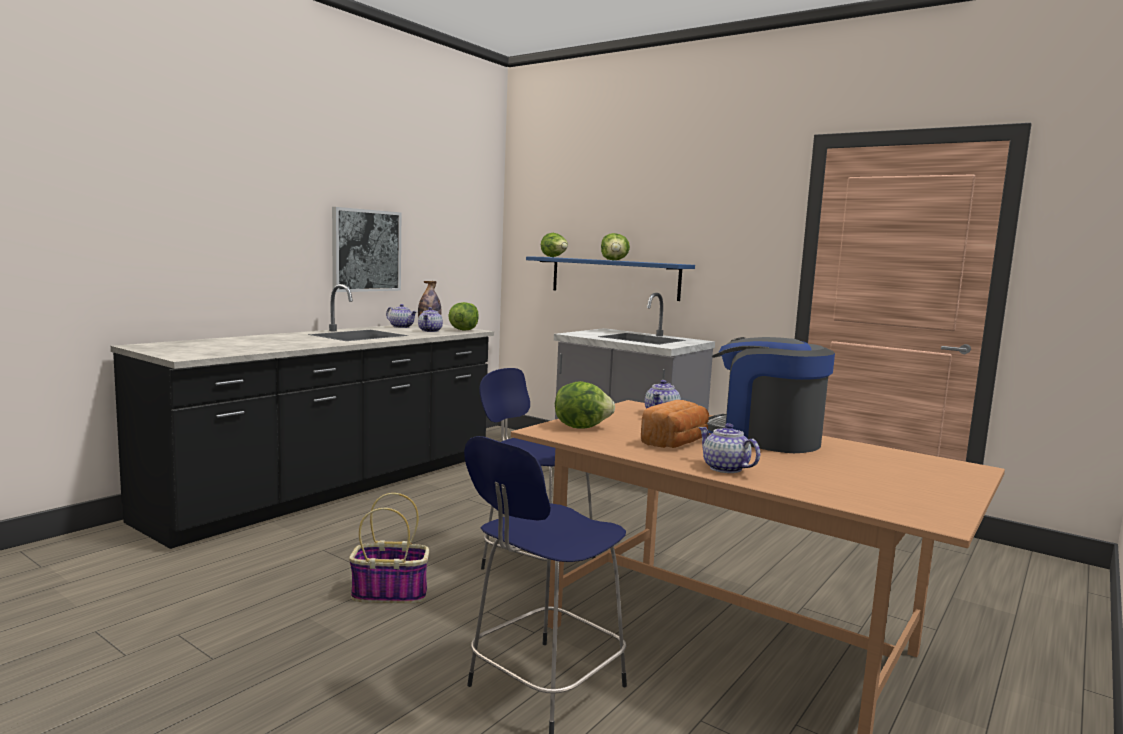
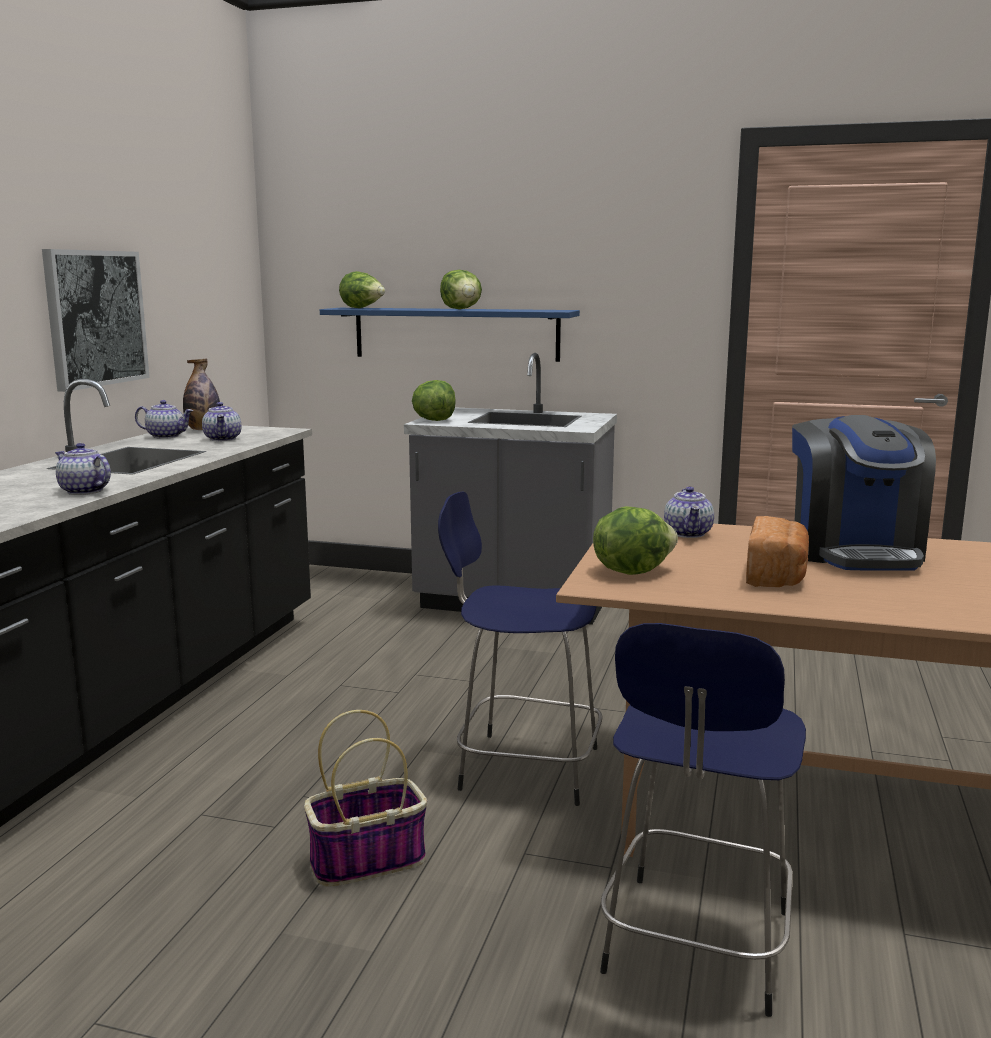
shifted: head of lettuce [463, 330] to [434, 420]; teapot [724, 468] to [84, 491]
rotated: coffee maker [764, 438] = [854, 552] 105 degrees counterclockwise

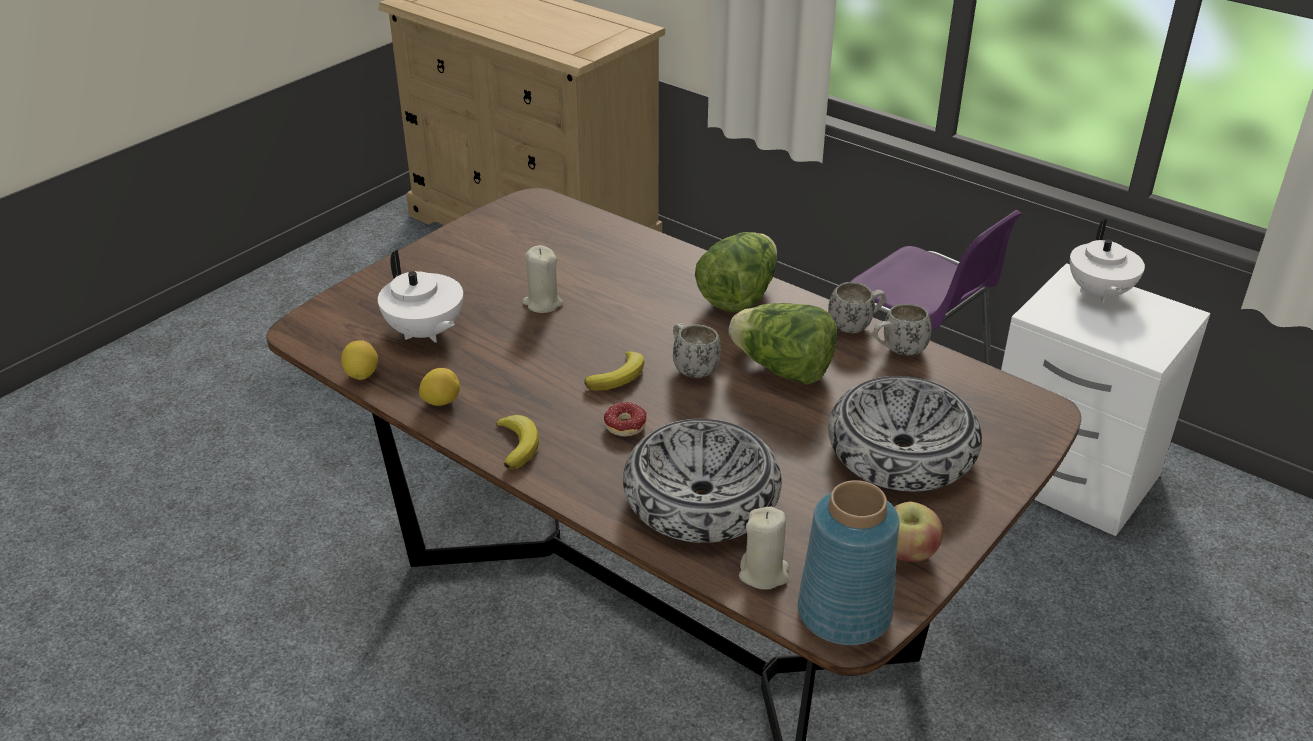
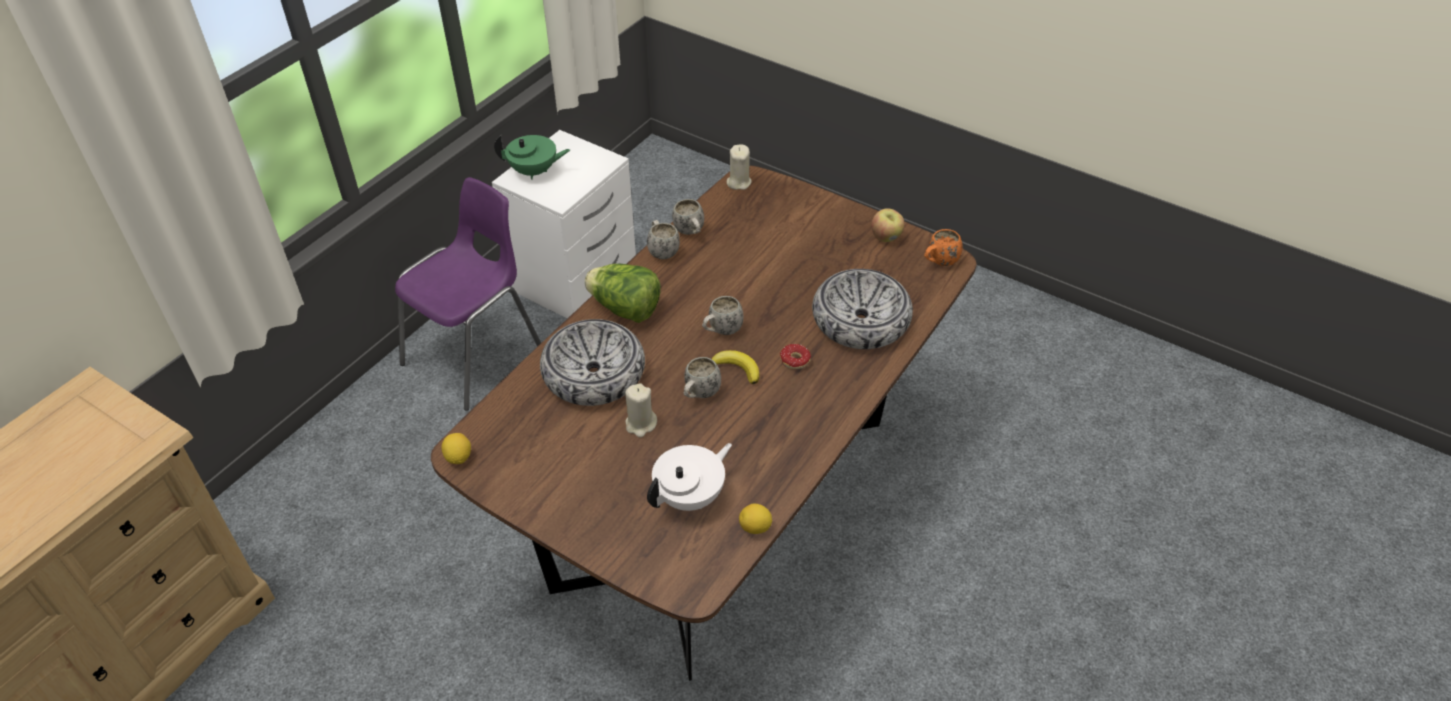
gone: banana fruit [518, 444]; head of lettuce [783, 370]
new: tea mug in whitish [699, 394]
shifted: whole lemon [441, 401] to [458, 457]; candle in beige [764, 573] to [738, 182]; bowl [901, 451] to [594, 373]
swapped: flower vase in blue-coloured [842, 612] to tea mug in orangey [939, 262]
repainted: teapot in whitish [1098, 293] to teapot in green-coloured [534, 171]

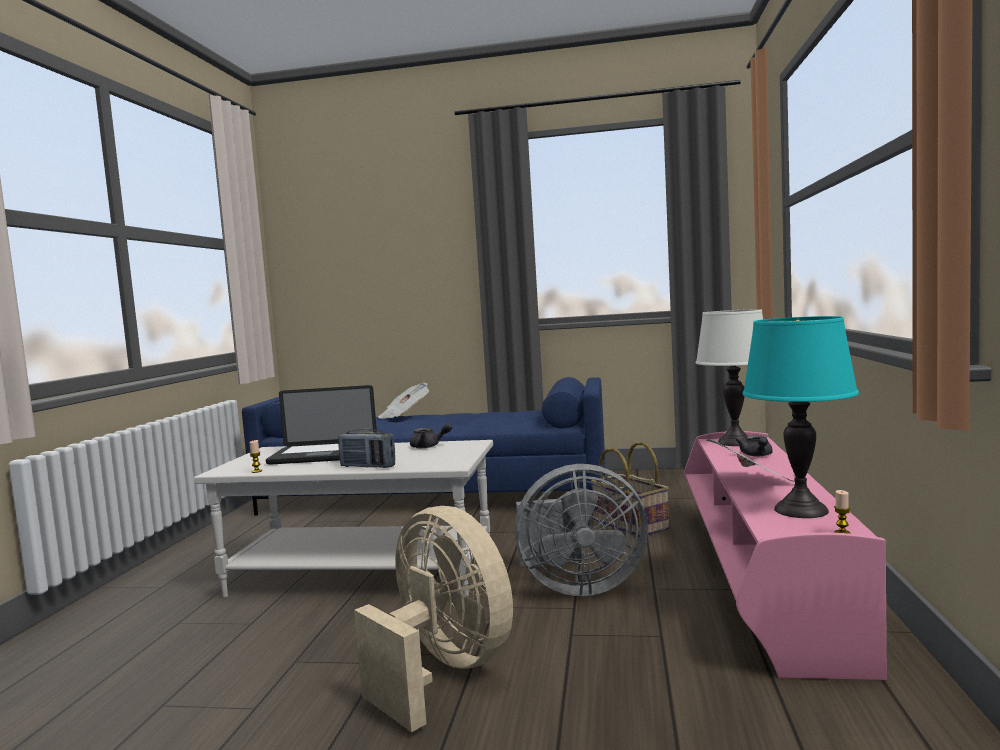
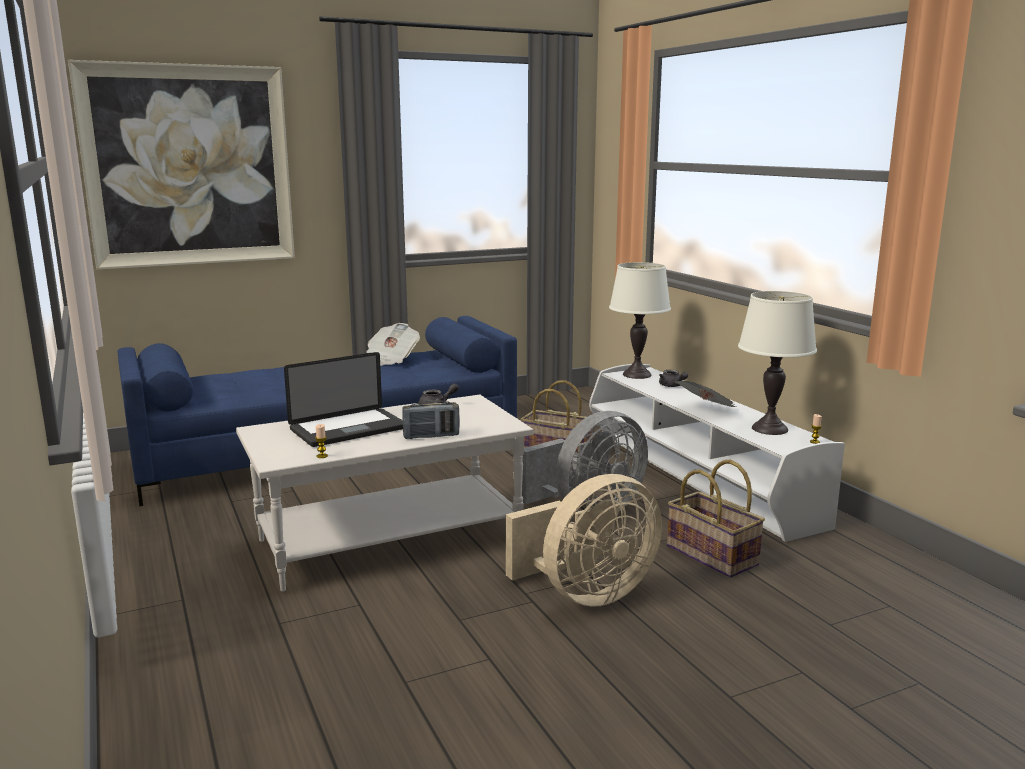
new: wall picture [189, 166]; storage basket [713, 555]
shifted: daily paper [404, 415] to [391, 360]
repainted: tv stand in pink-coloured [758, 576] to tv stand in whitish [696, 479]; table lamp in turquoise [801, 510] to table lamp in whitish [770, 429]
rotated: cooling fan in beige [442, 672] = [587, 594] 135 degrees clockwise

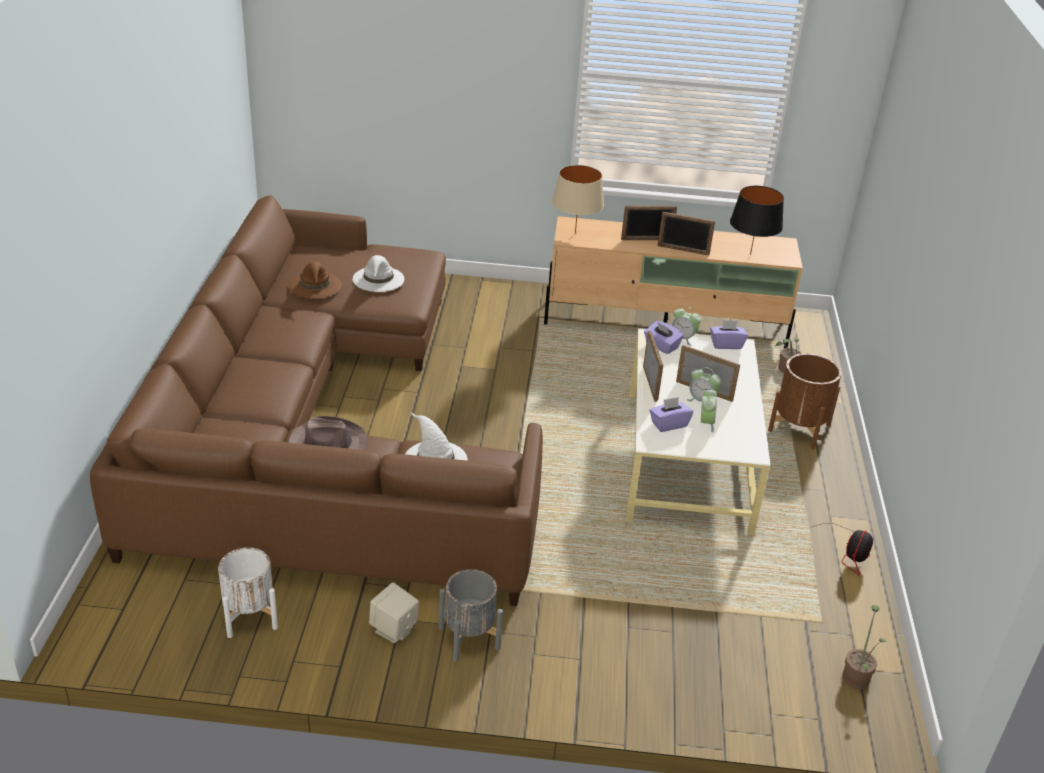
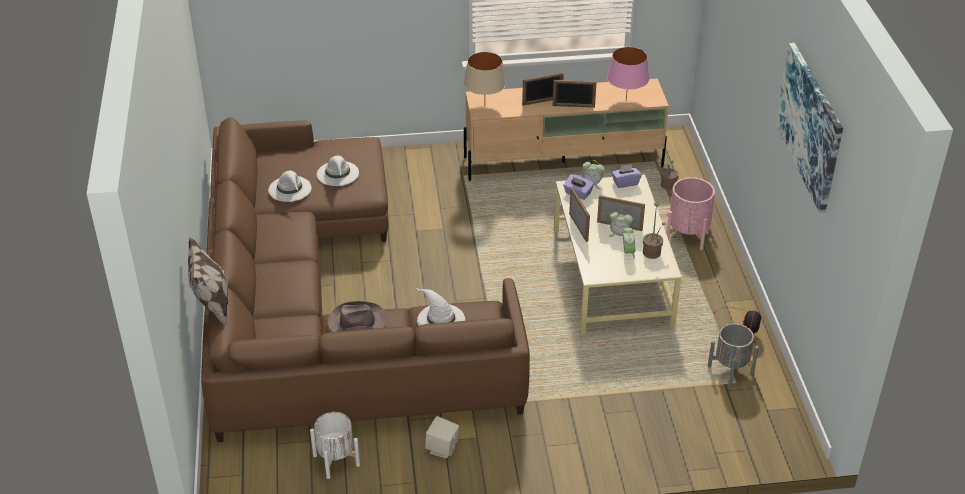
gone: tissue holder in purplish [669, 424]
new: pillow [212, 307]; wall picture [810, 125]
shifted: planter in gray [469, 637] to [730, 370]; potted plant [857, 676] to [652, 251]
repainted: hat in brown-coloured [315, 285] to hat in whitish [290, 189]; table lamp in black [750, 254] to table lamp in pink-coloured [626, 100]; planter in brown-coloured [799, 428] to planter in pink-coloured [688, 234]

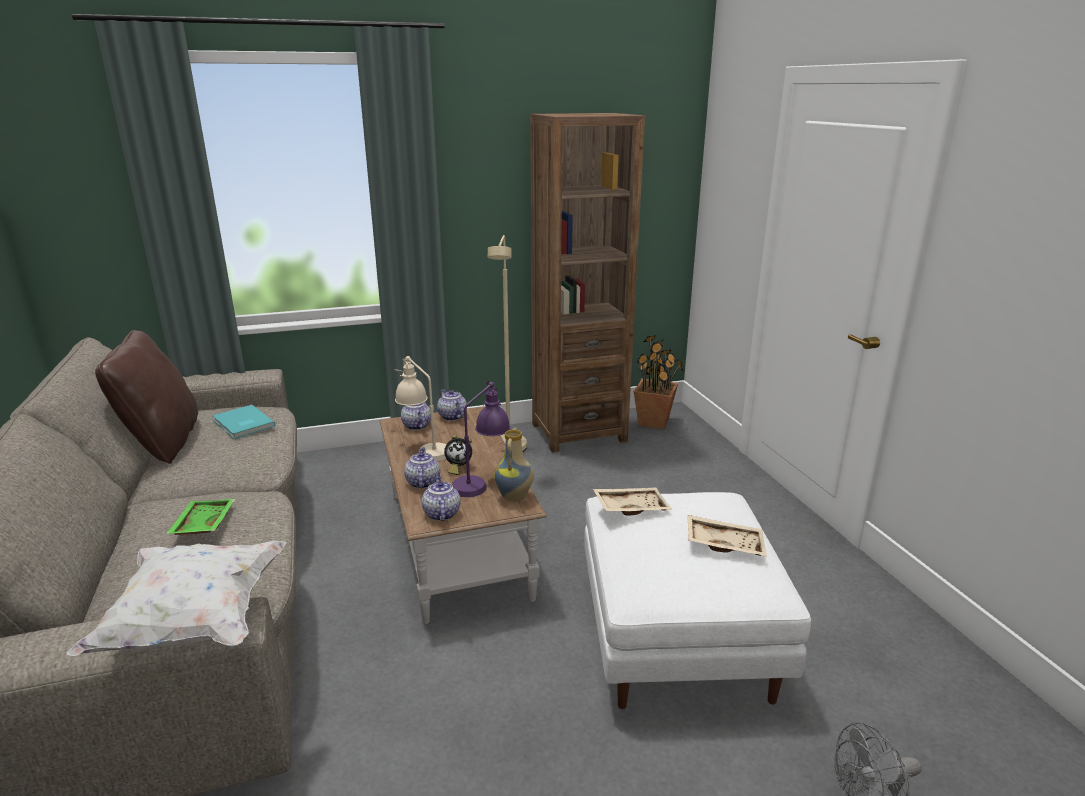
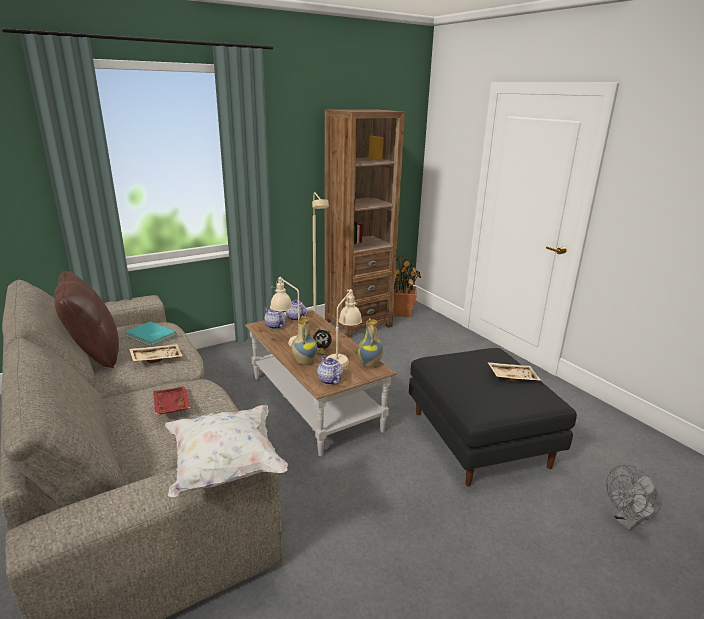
shifted: carrying tray in beige [630, 507] to [156, 358]
swapped: teapot [422, 482] to flower vase [303, 362]
repainted: carrying tray in green-coloured [202, 525] to carrying tray in red [170, 406]; table lamp in purplish [481, 482] to table lamp in beige [343, 357]; ottoman in whitish [678, 637] to ottoman in black [480, 440]

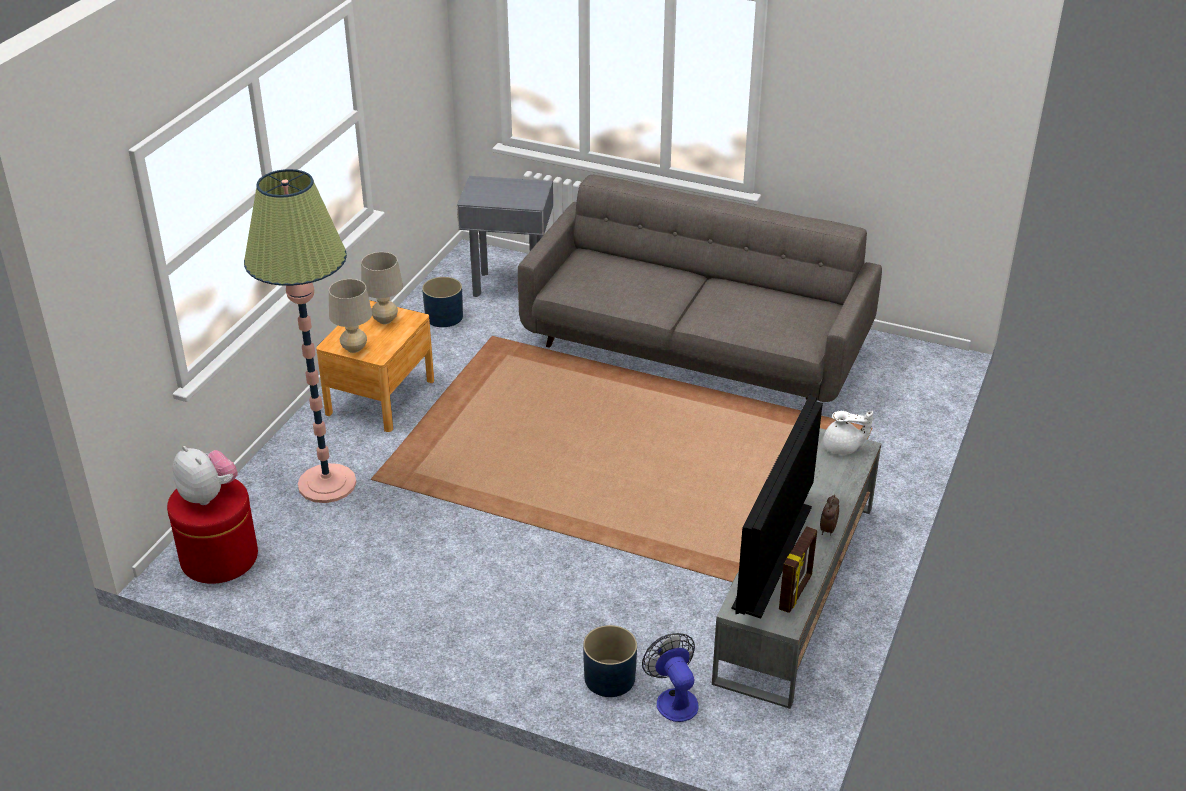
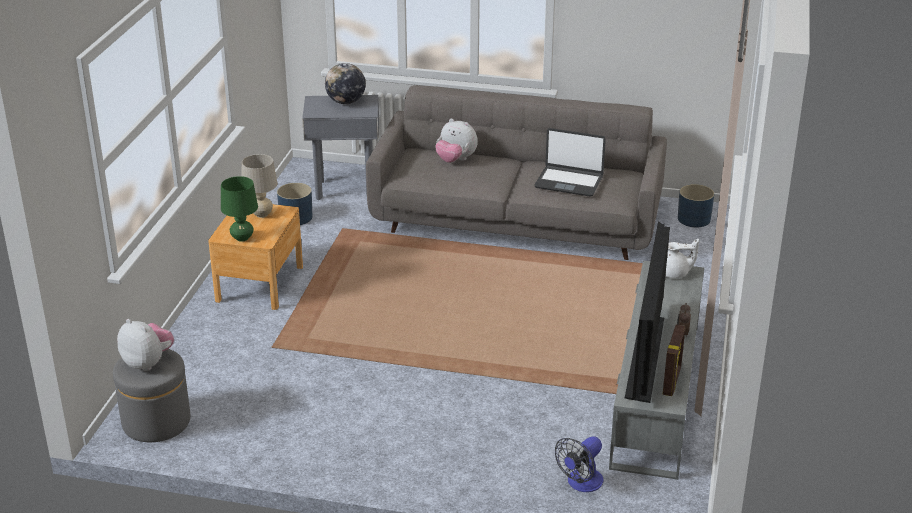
gone: floor lamp [327, 484]
new: globe [346, 102]; cuddly toy [455, 160]; notebook computer [569, 182]
shifted: planter in blue-coloured [610, 678] to [694, 219]
repainted: ottoman in red [219, 558] to ottoman in gray [156, 422]; table lamp in beige [354, 348] to table lamp in green-coloured [242, 238]
rotated: cooling fan [673, 699] = [581, 484] 105 degrees counterclockwise

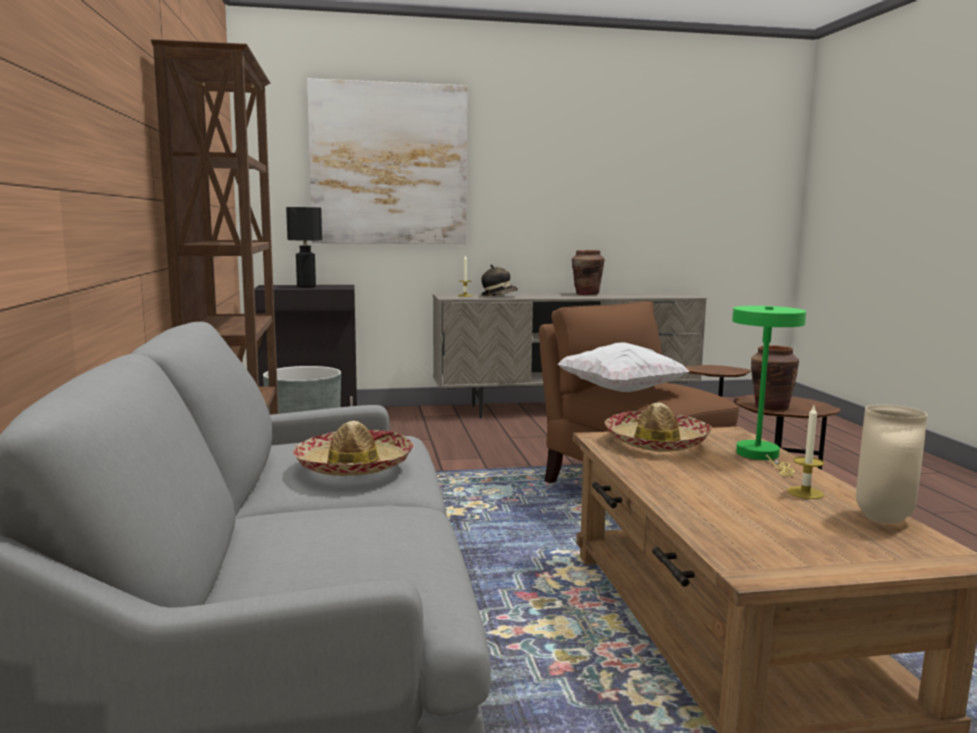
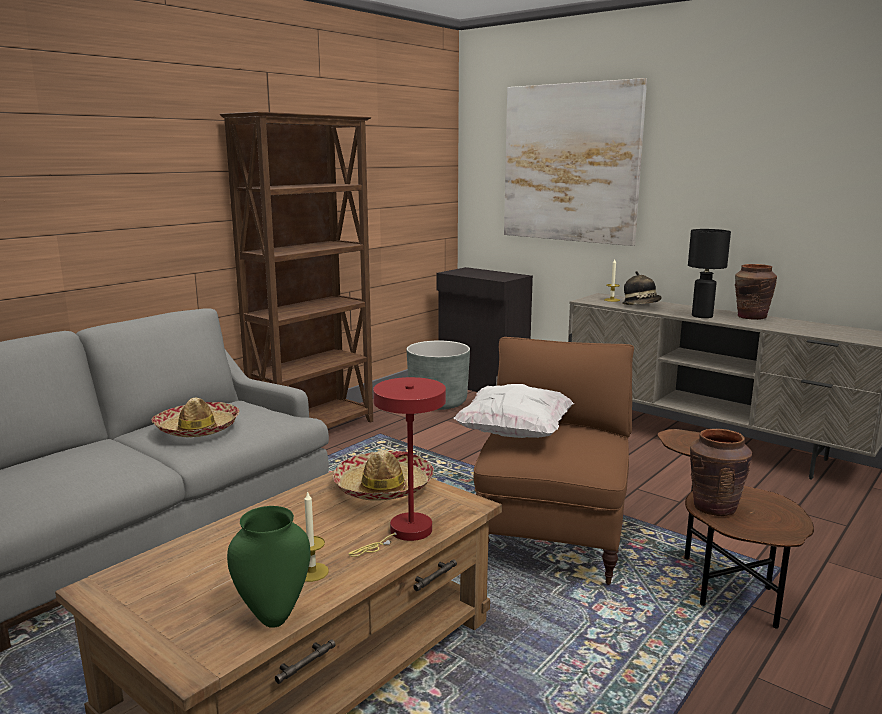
shifted: table lamp in black [305, 286] to [701, 316]
repainted: table lamp in green-coloured [761, 456] to table lamp in red [405, 533]; flower vase in beige [881, 518] to flower vase in green-coloured [274, 617]

